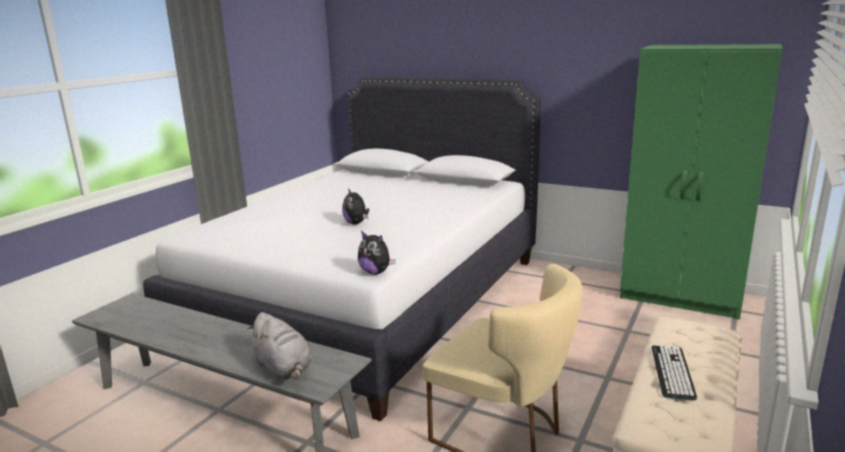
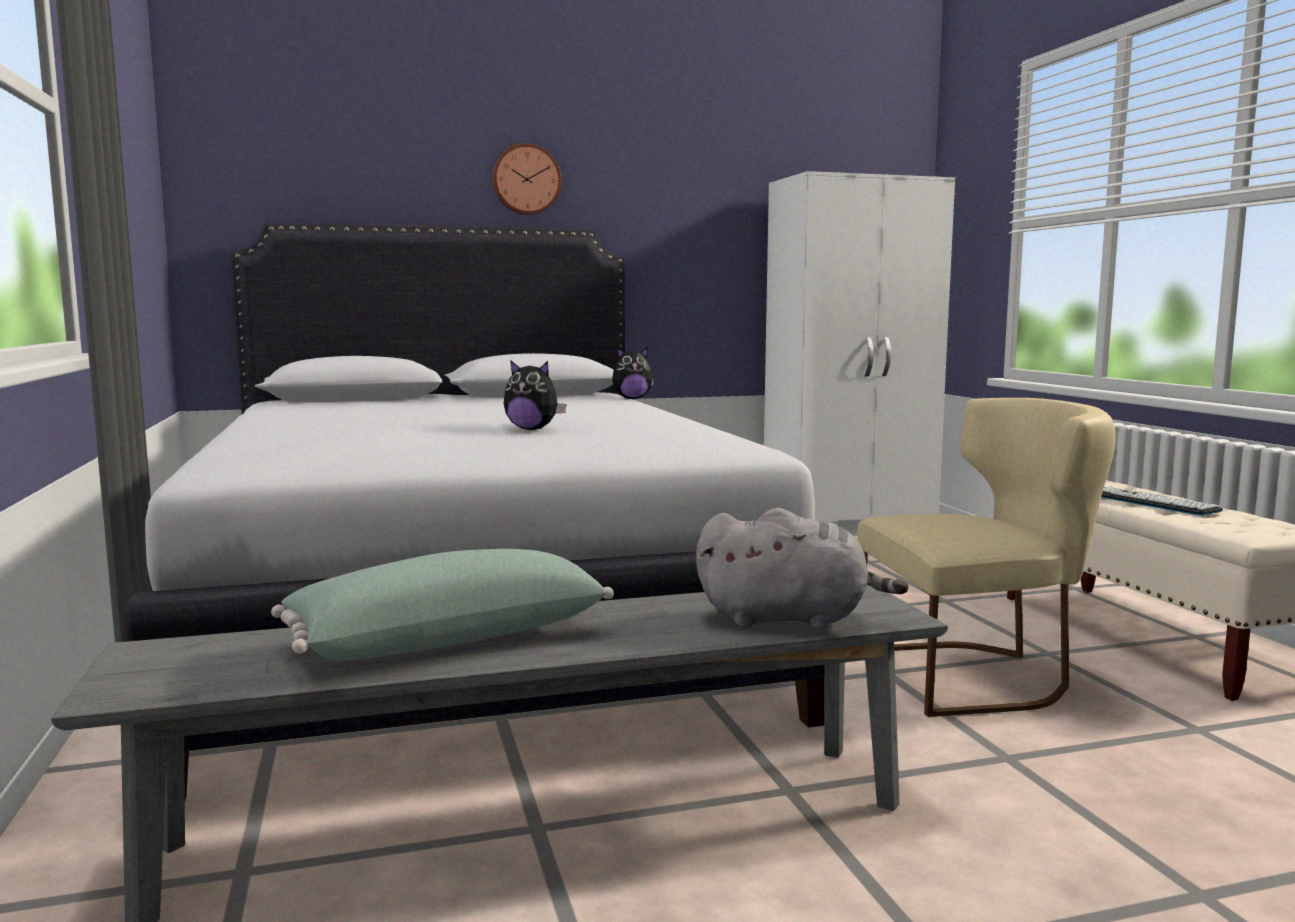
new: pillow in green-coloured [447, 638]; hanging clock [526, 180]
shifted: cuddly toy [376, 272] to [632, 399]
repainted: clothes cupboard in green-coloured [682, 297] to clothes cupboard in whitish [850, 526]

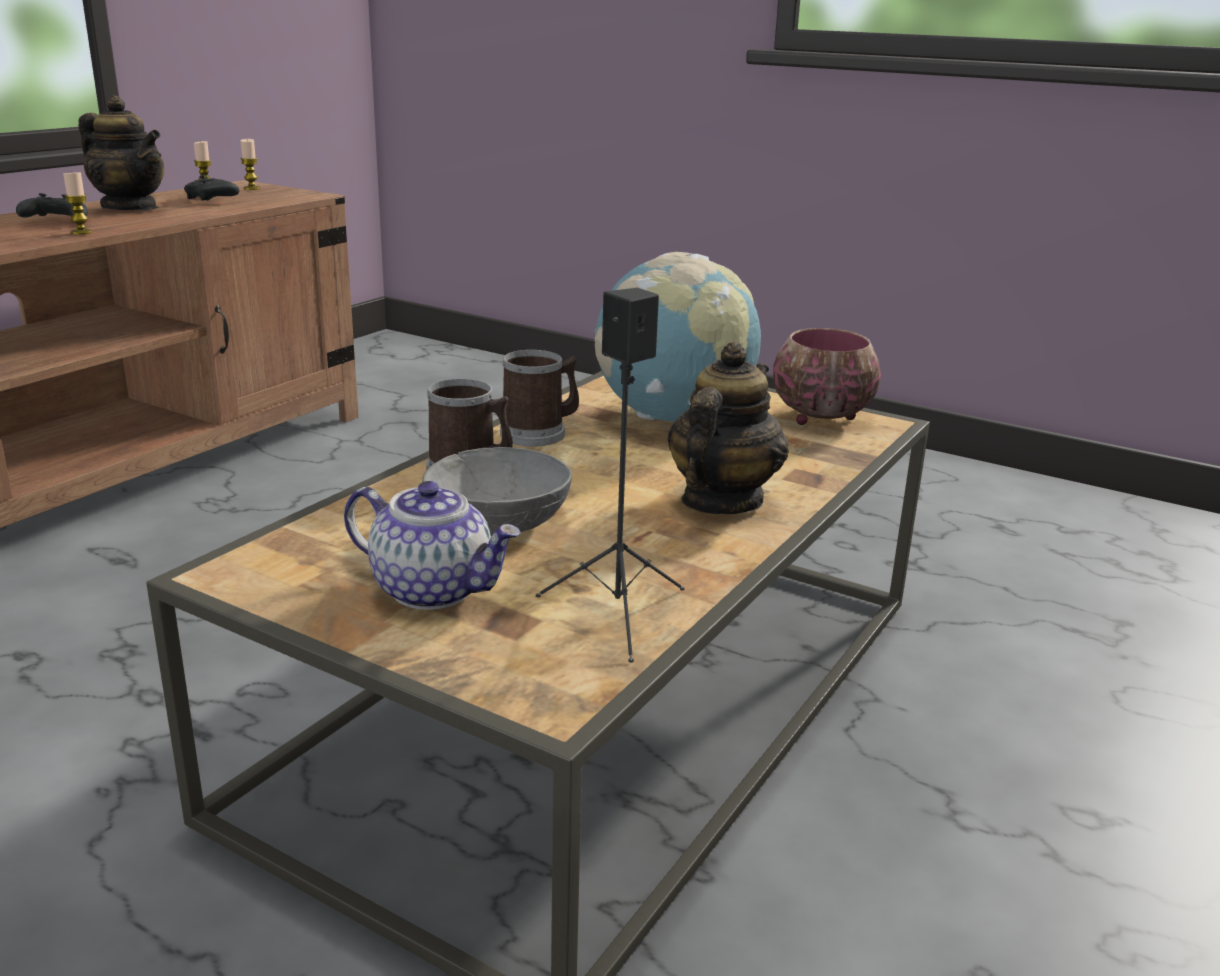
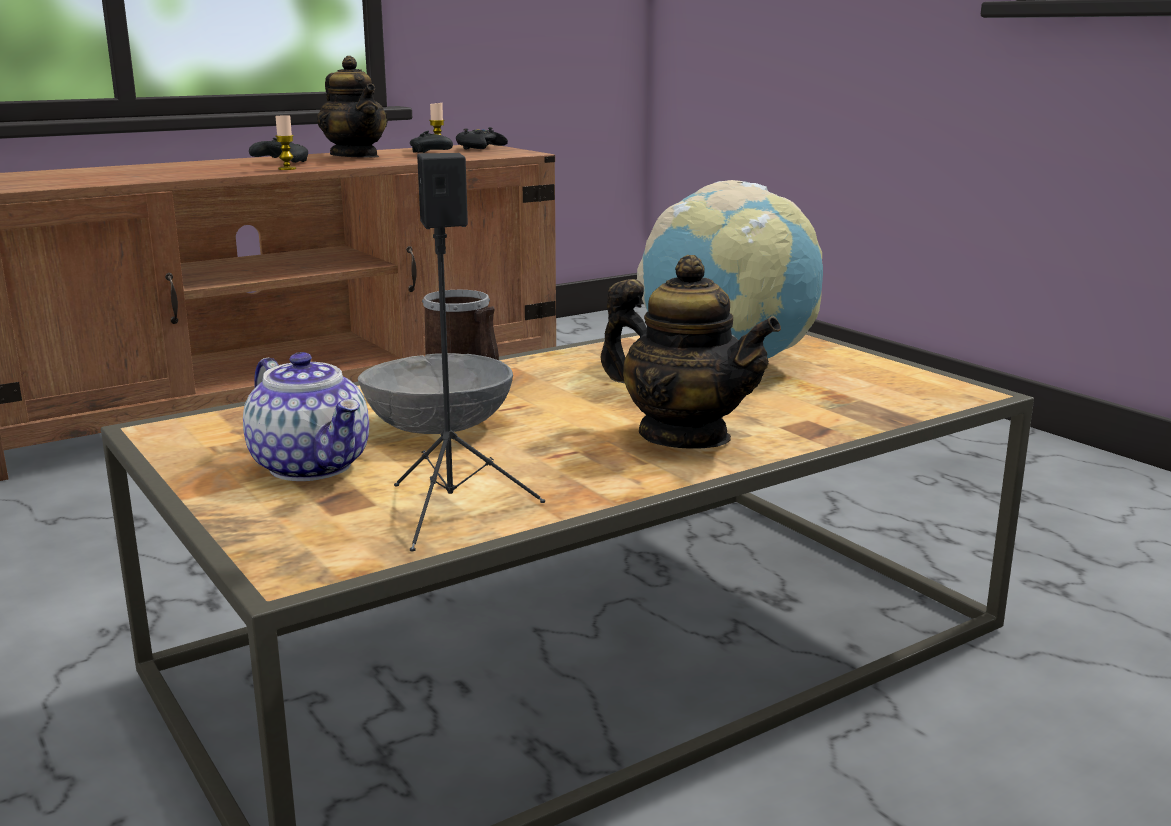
gone: tea mug [540, 433]; bowl [818, 417]
swapped: candle [251, 188] to gamepad in black [480, 148]
rotated: teapot [720, 501] = [684, 436] 75 degrees clockwise

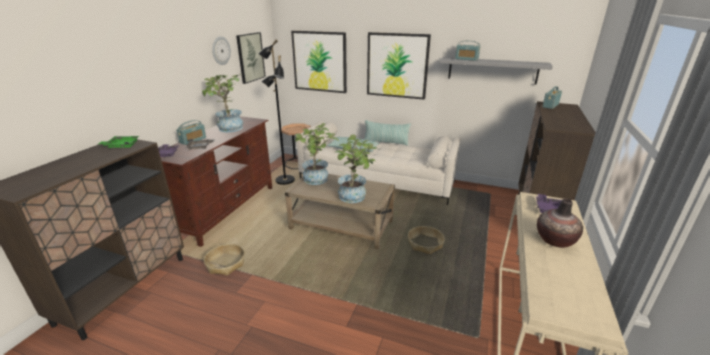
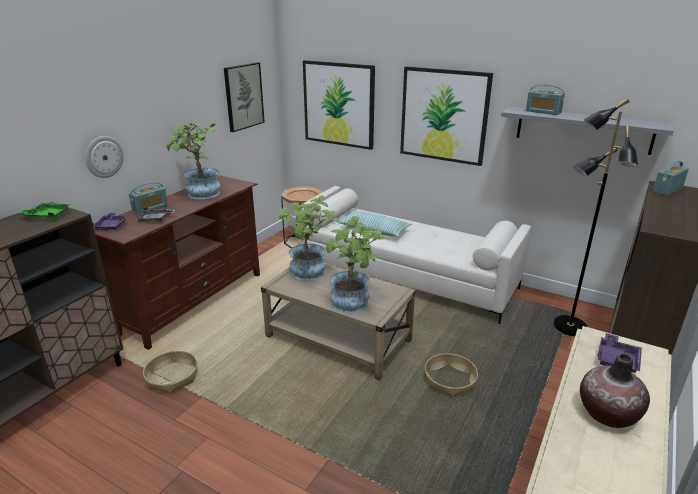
gone: pillow [386, 142]
shifted: hanging clock [220, 50] to [104, 156]; floor lamp in black [284, 180] to [568, 327]

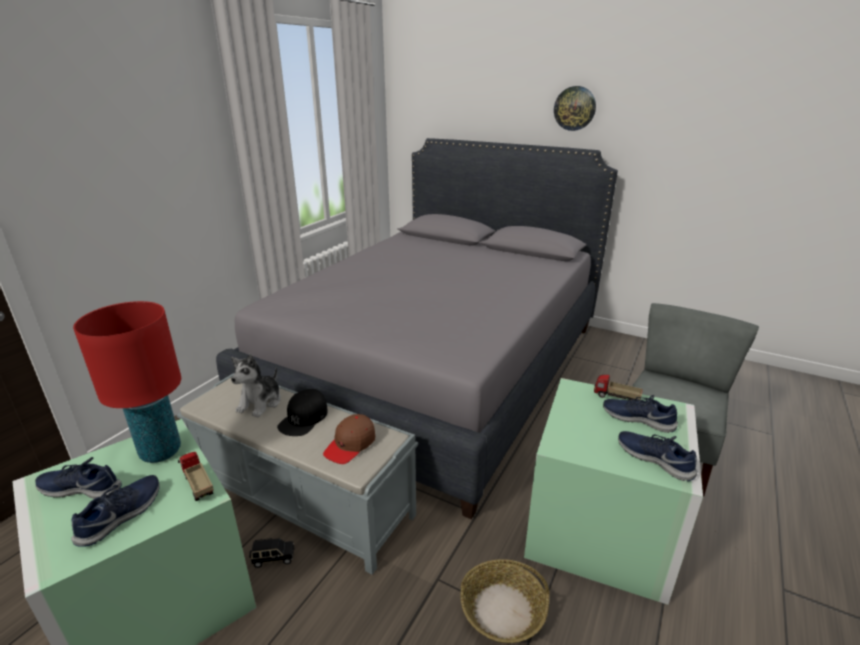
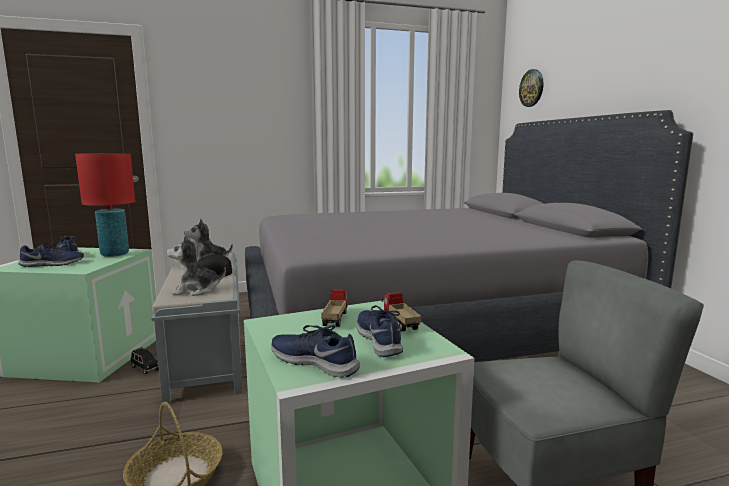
shifted: toy lorry [198, 485] to [335, 319]; hanging clock [574, 108] to [531, 88]
swapped: cap in brown-coloured [350, 445] to cuddly toy [196, 290]
rotated: item of footwear in blue-coloured [655, 459] = [314, 361] 60 degrees counterclockwise

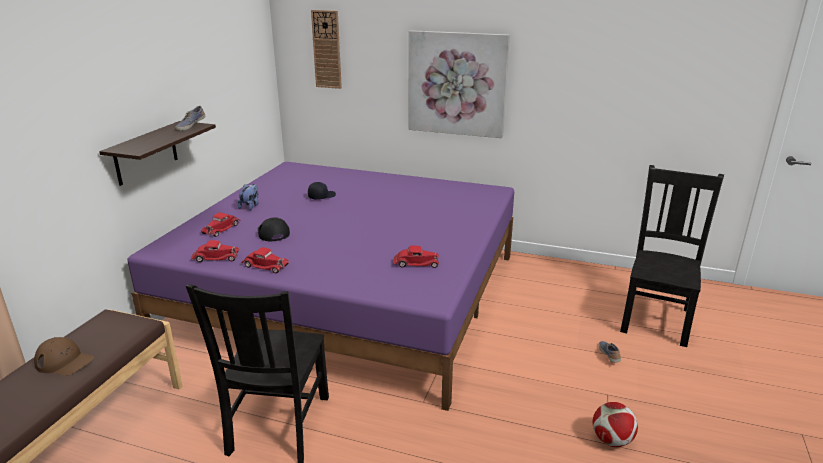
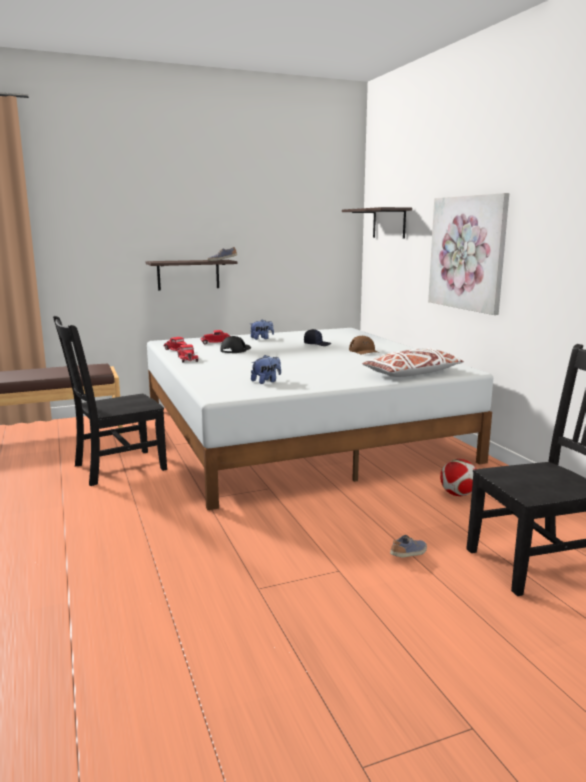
new: pillow in whitish [412, 373]
shifted: cap in brown-coloured [65, 362] to [364, 351]; football ball [612, 440] to [458, 494]
swapped: hanging clock [327, 49] to wall shelf [389, 223]; toy car in red [416, 263] to cuddly toy [266, 381]
repainted: bedroom bed in purplish [349, 293] to bedroom bed in whitish [298, 433]

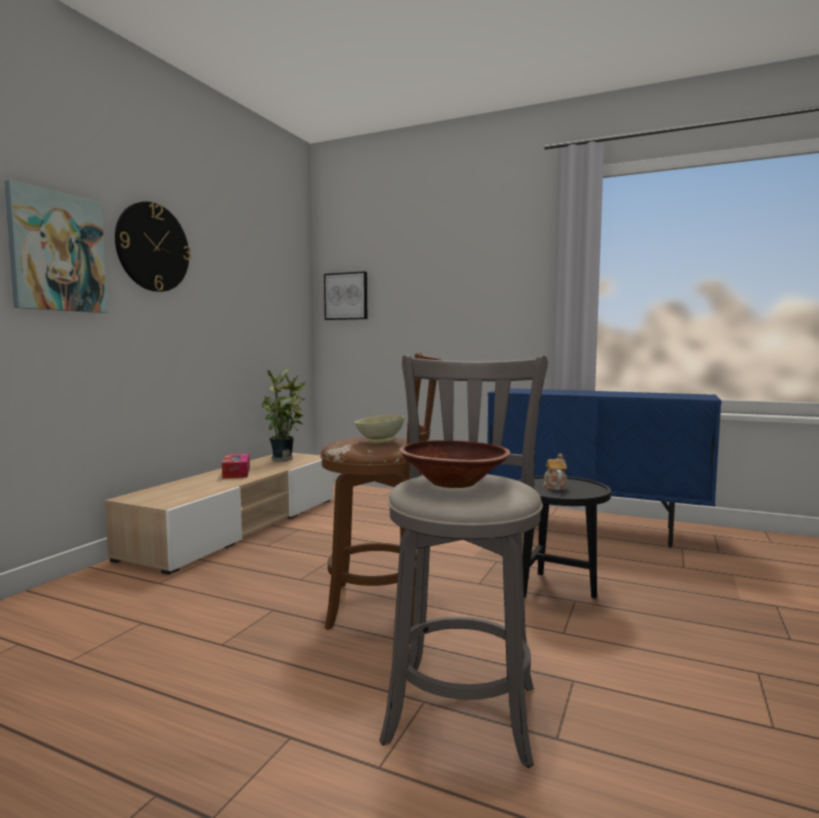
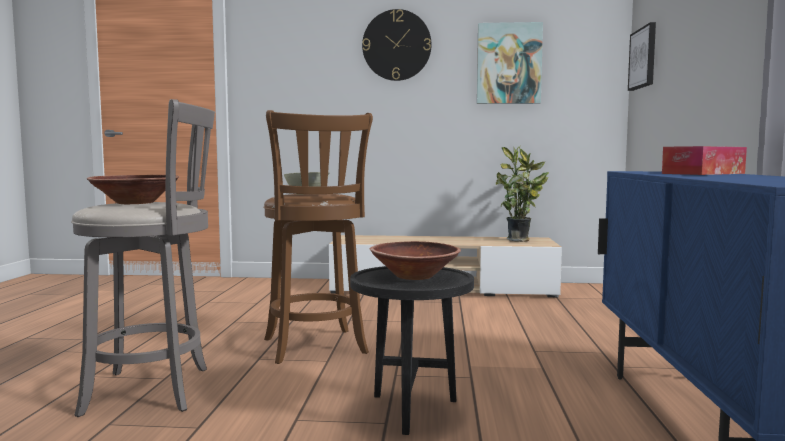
shifted: wall picture [57, 252] to [509, 64]; tissue holder [236, 473] to [703, 173]
swapped: teapot [554, 486] to bowl in brown-coloured [414, 276]

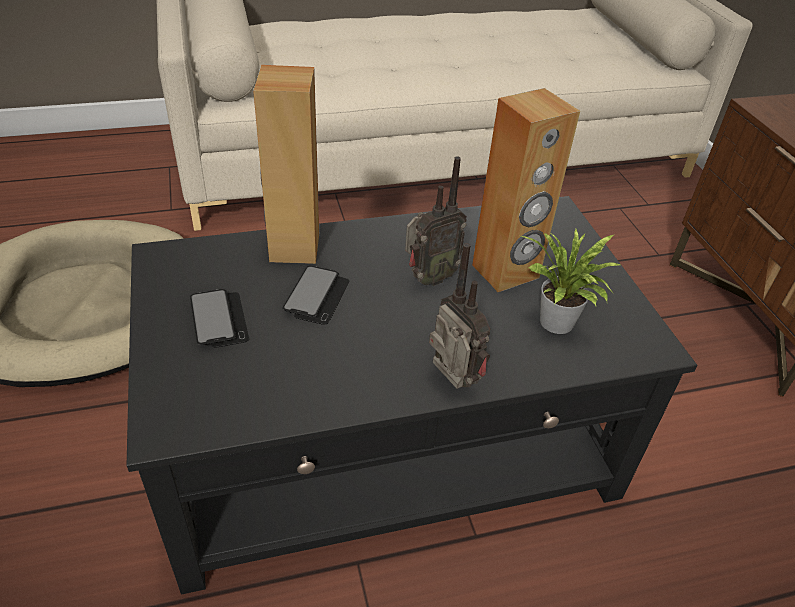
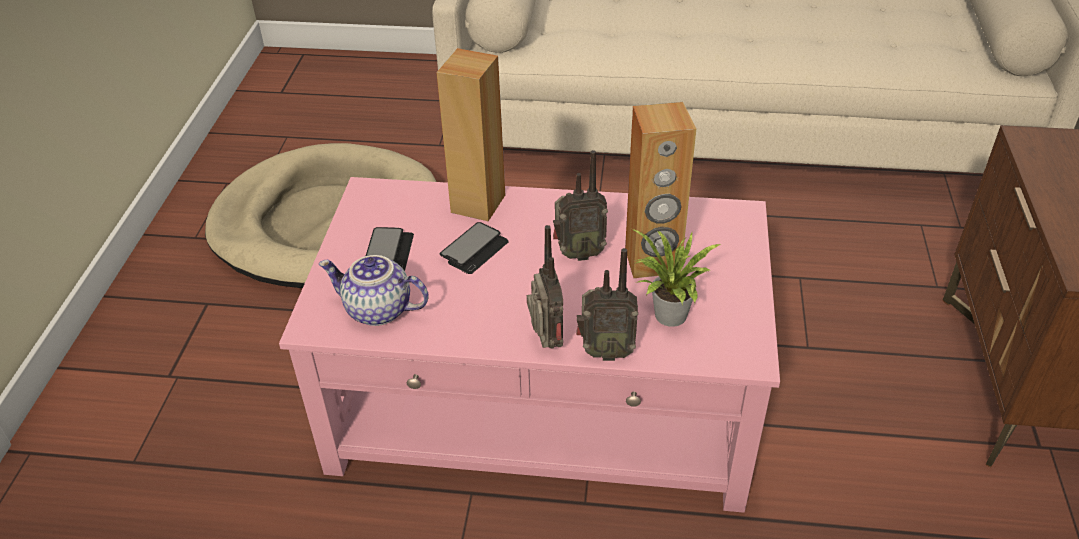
new: teapot [377, 311]; radio set [605, 351]
repainted: low table in black [389, 443] to low table in pink-coloured [545, 404]

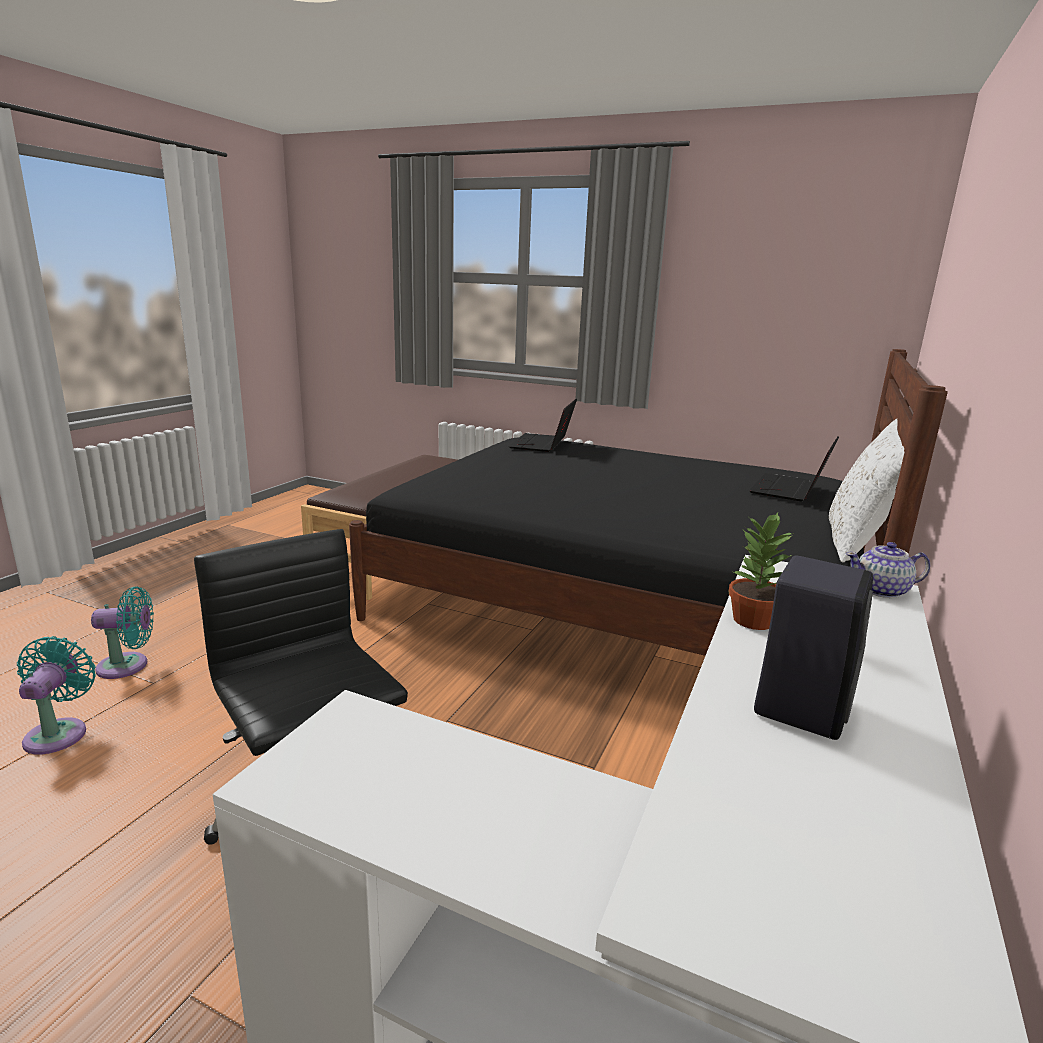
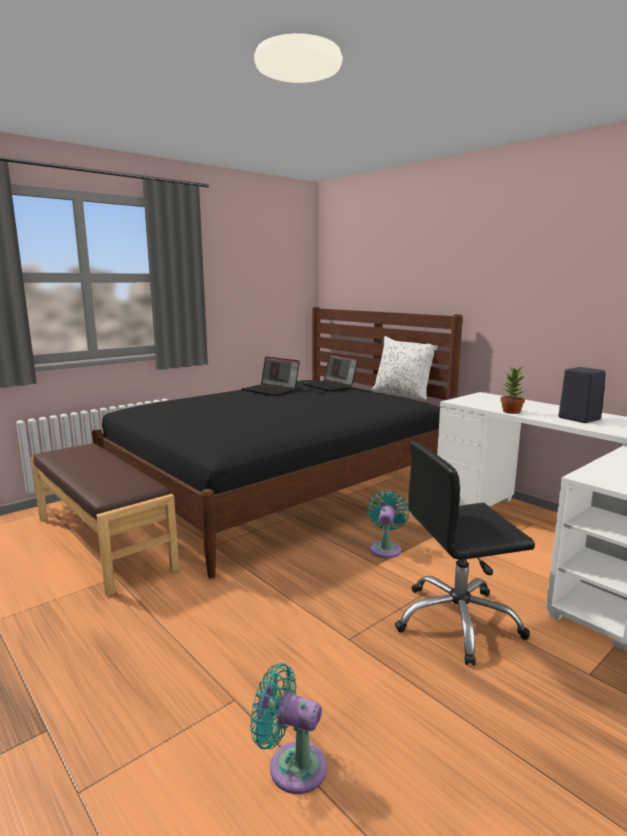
gone: teapot [882, 590]
shifted: cooling fan in turquoise [128, 666] to [386, 548]; notebook computer [543, 444] to [271, 390]

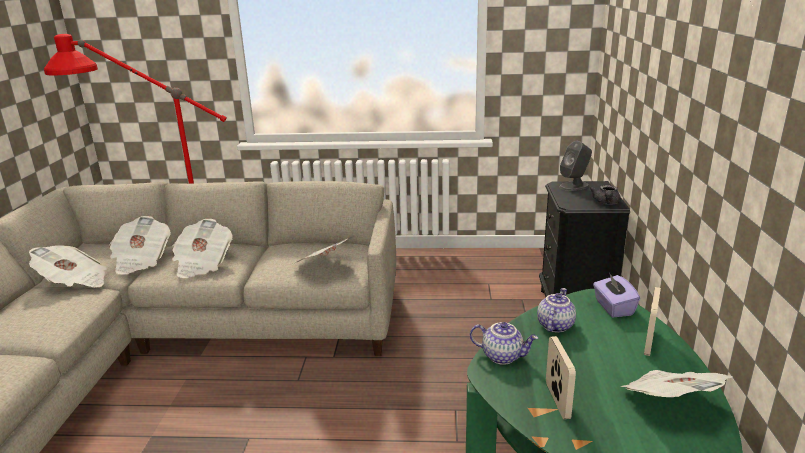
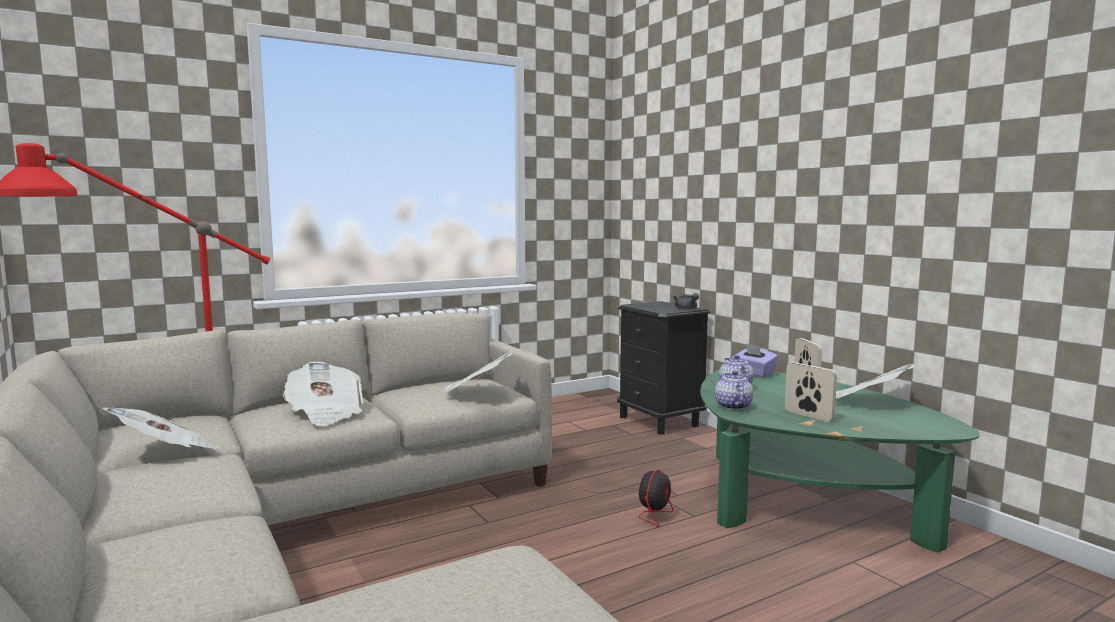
gone: daily paper [141, 260]; loudspeaker in gray [574, 186]
new: cooling fan [645, 509]
rotated: teapot [502, 356] = [732, 406] 75 degrees counterclockwise

